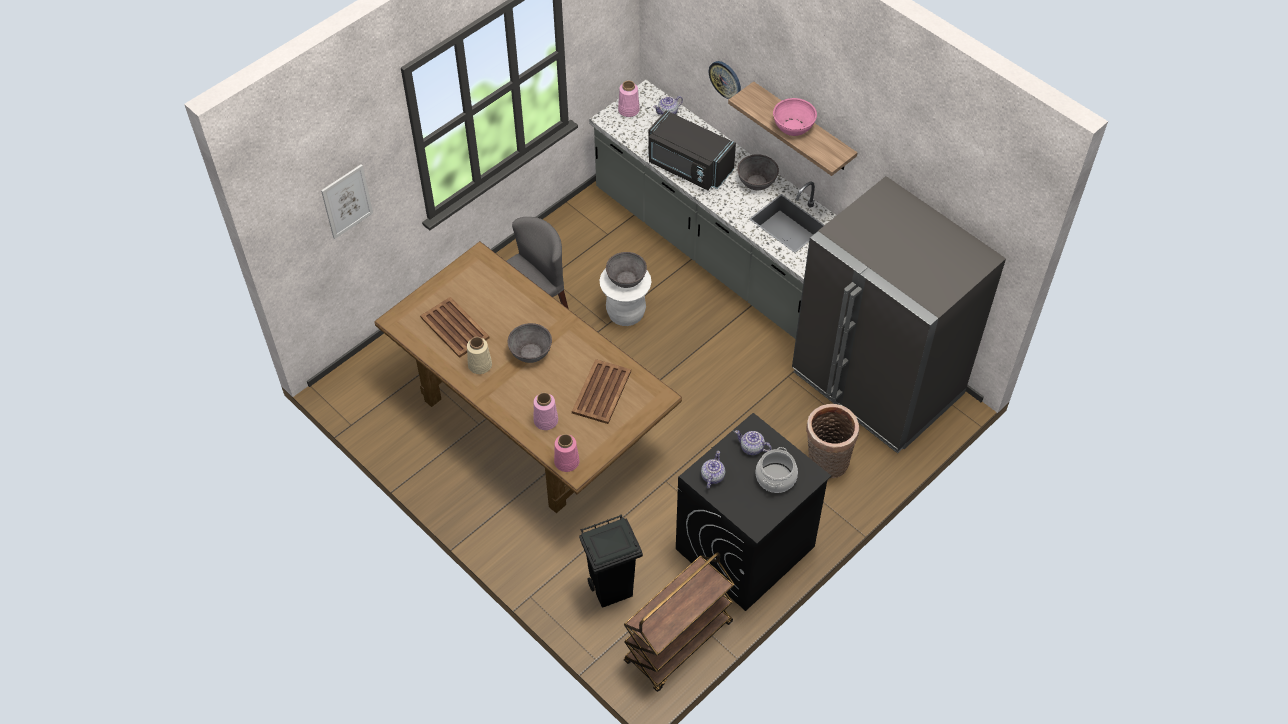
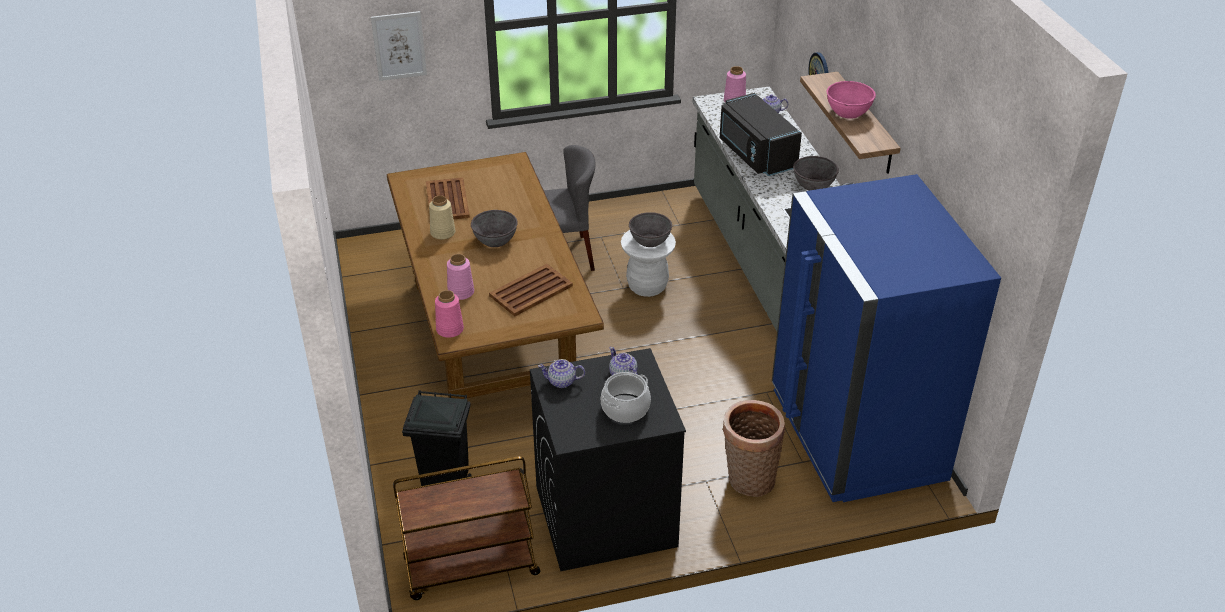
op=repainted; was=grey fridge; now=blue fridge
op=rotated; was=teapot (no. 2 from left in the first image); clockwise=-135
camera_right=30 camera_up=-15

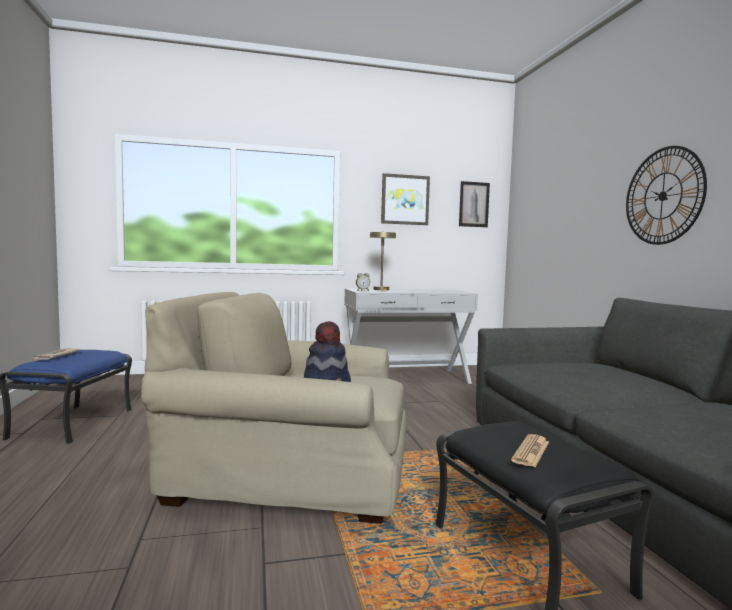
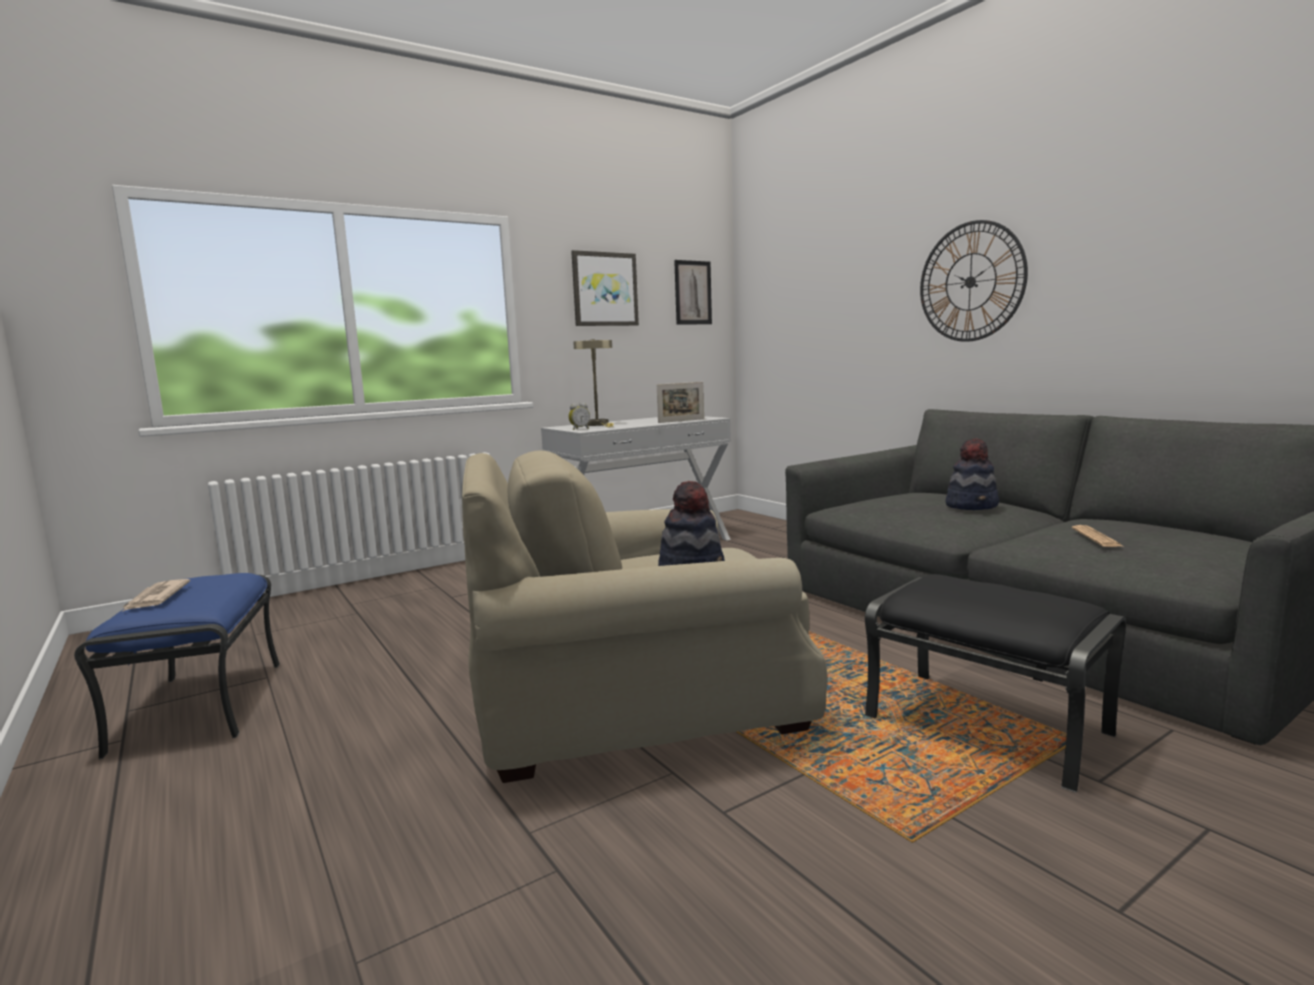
op=shifted; was=newspaper (no. 2 from left)
op=new; now=picture frame
op=new; now=hat (no. 2 from left)
camera_right=-20 camera_up=5

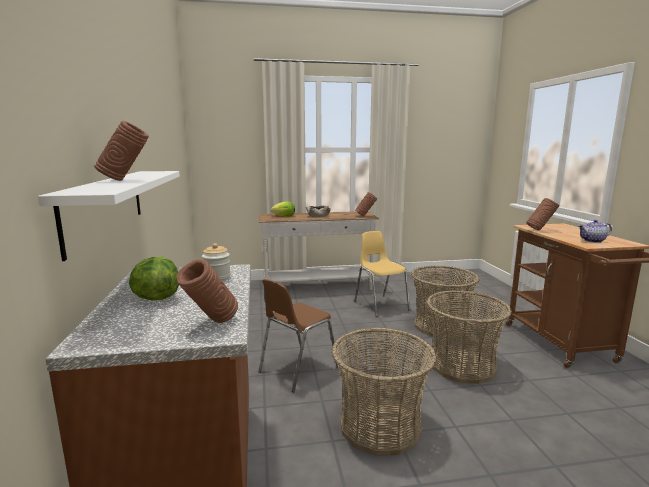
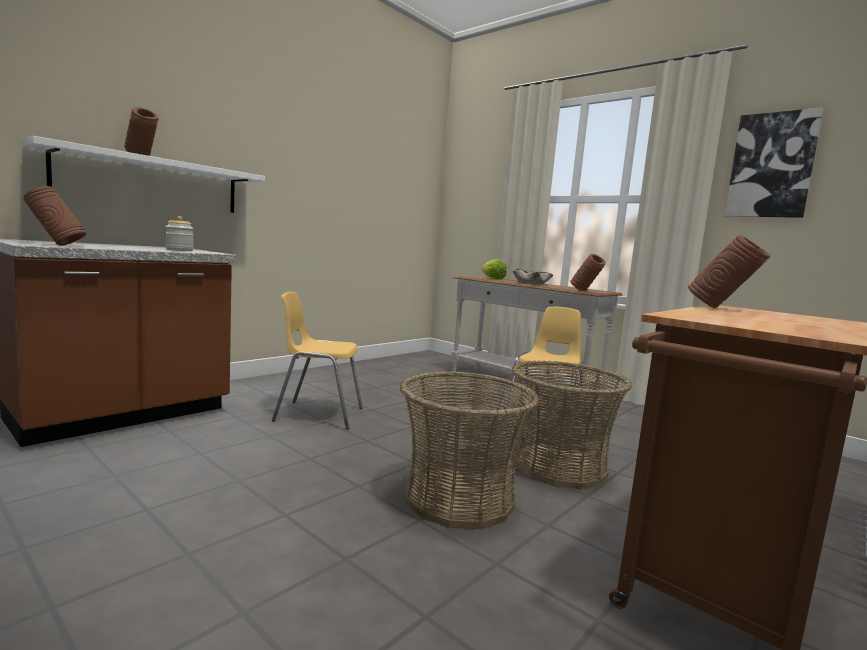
op=gone; was=teapot
op=gone; was=lettuce (no. 1 from left)
op=repainted; was=brown chair; now=yellow chair (no. 1 from left)
op=gone; was=basket (no. 1 from left)
op=new; now=picture
camera_right=50 camera_up=-5

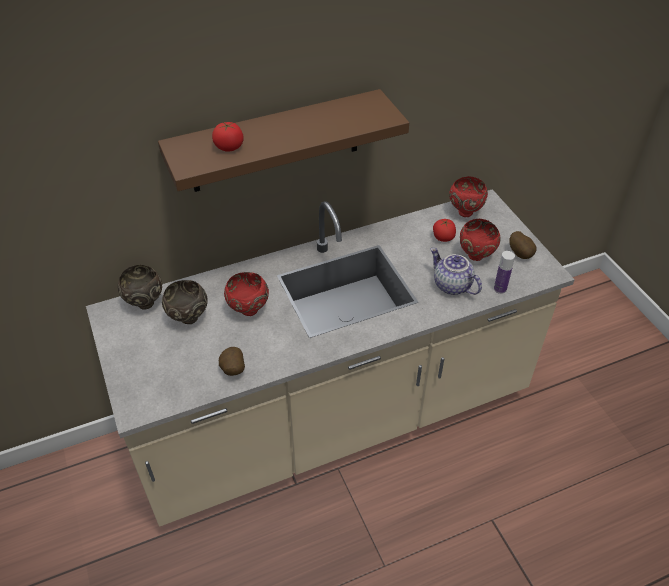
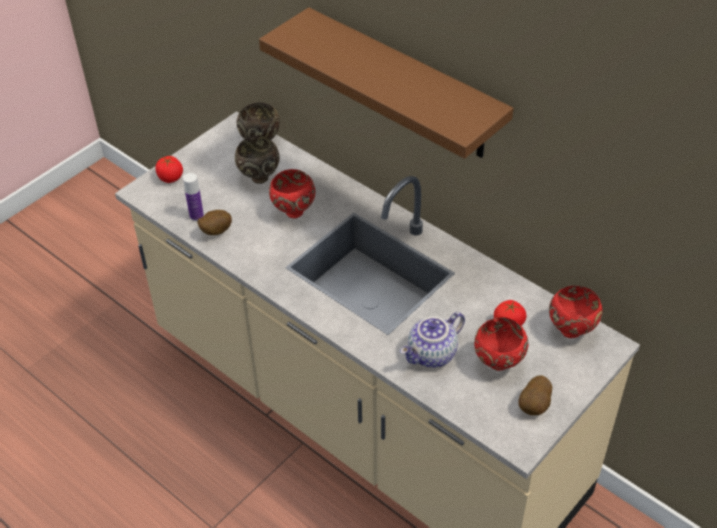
op=shifted; was=tomato (no. 1 from left)
op=rotated; was=teapot; clockwise=-150
op=shifted; was=bottle
camera_right=65 camera_up=0

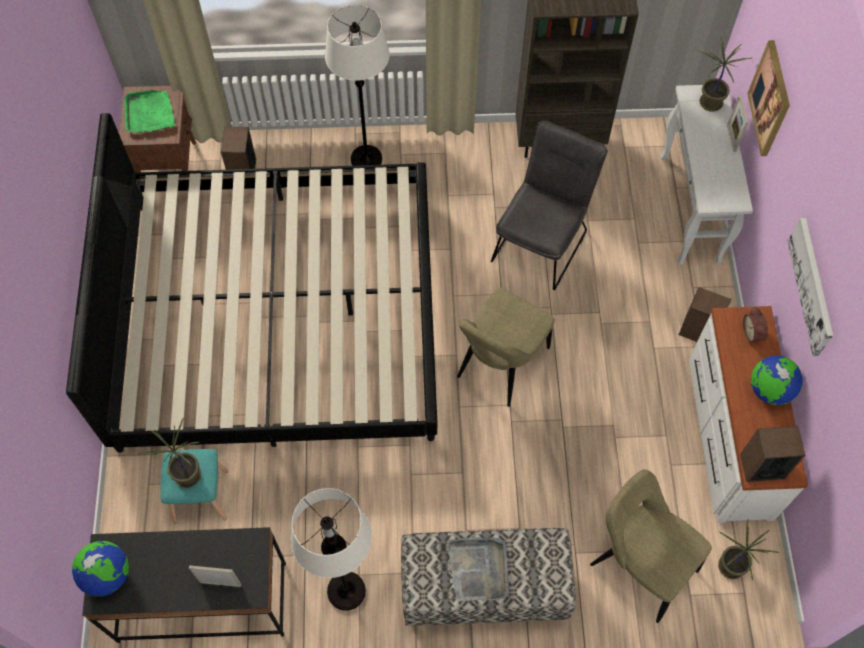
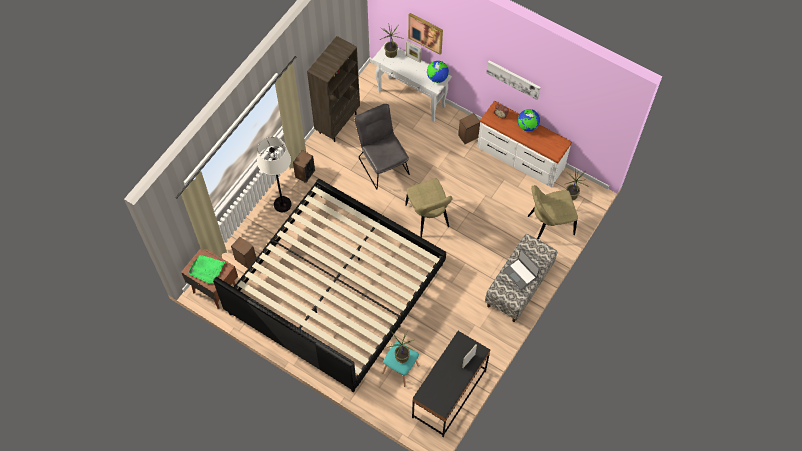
op=shifted; was=speaker (no. 3 from left in the first image); now=speaker (no. 2 from left)
op=gone; was=white floor lamp (no. 1 from left)
op=swapped; was=grey tray; now=laptop
op=shifted; was=globe (no. 1 from left)
camera_right=-55 camera_up=0

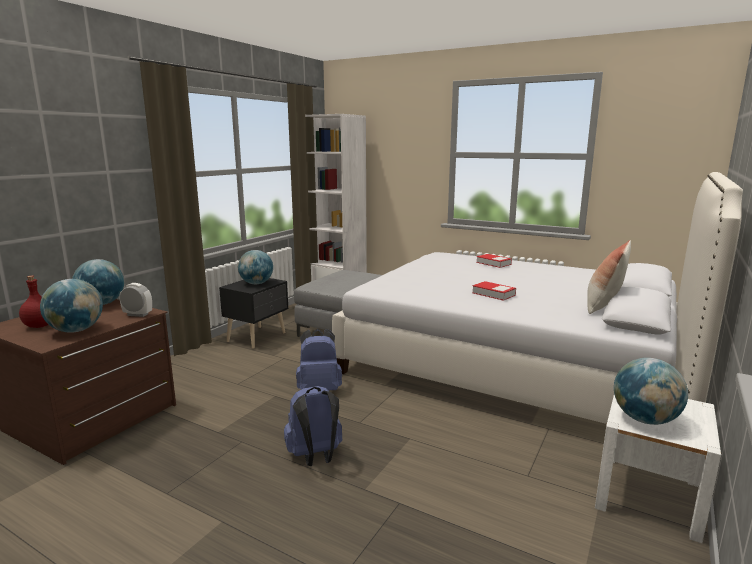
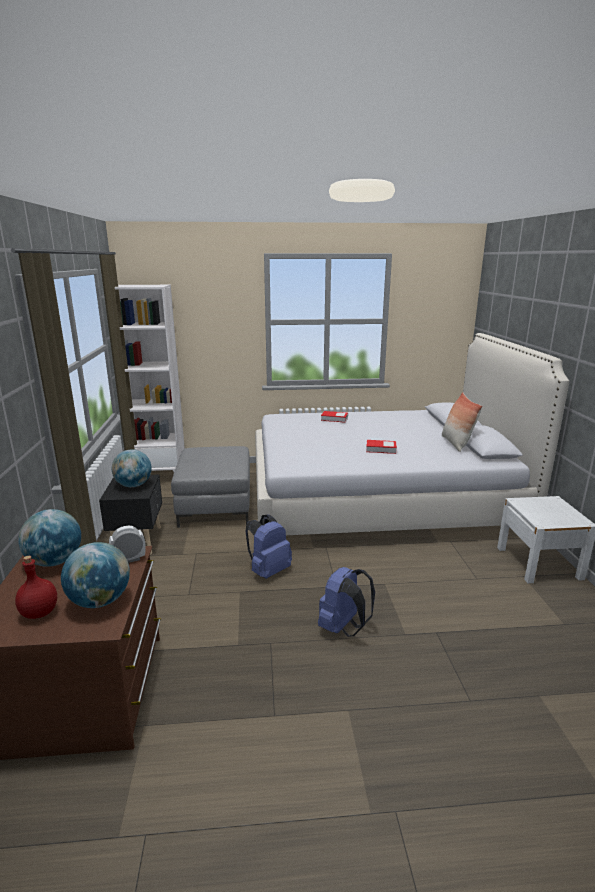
op=gone; was=globe (no. 4 from left)
camera_right=-35 camera_up=5

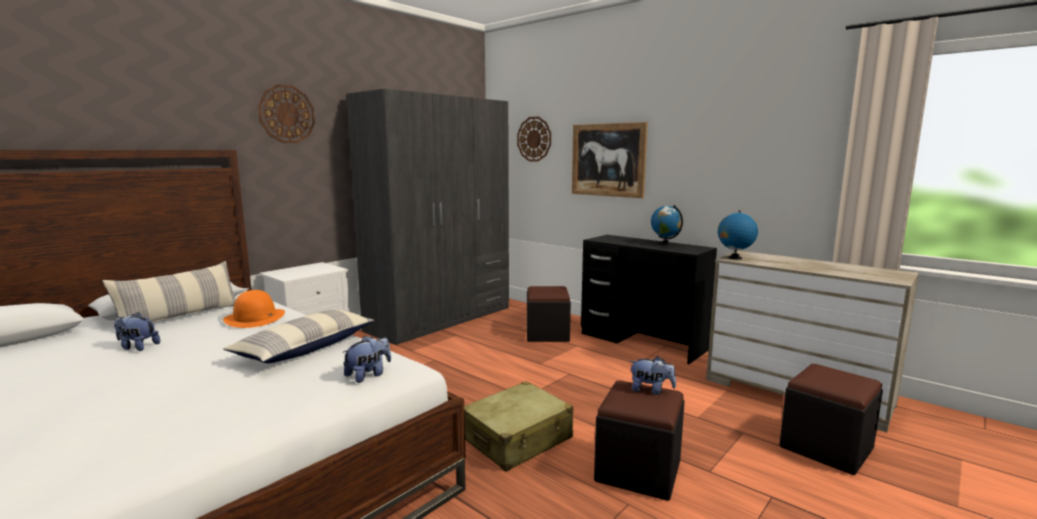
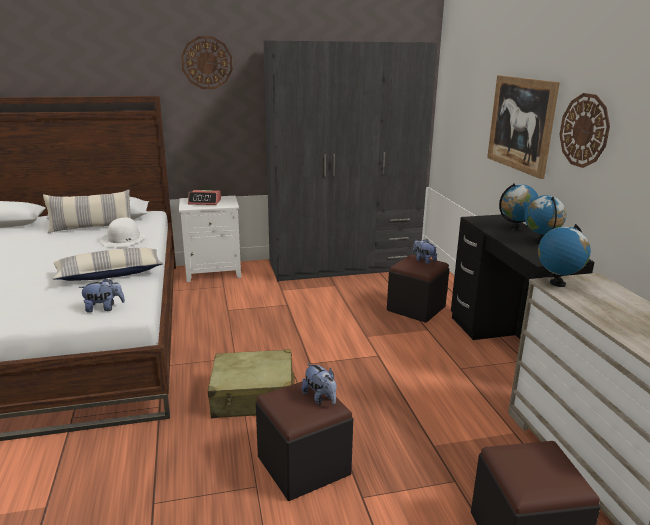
op=shifted; was=wall clock (no. 2 from left)
op=repainted; was=orange hat; now=white hat
op=shifted; was=plush toy (no. 1 from left in the first image); now=plush toy (no. 3 from left)
op=new; now=globe (no. 1 from left)
op=new; now=alarm clock
camera_right=35 camera_up=10

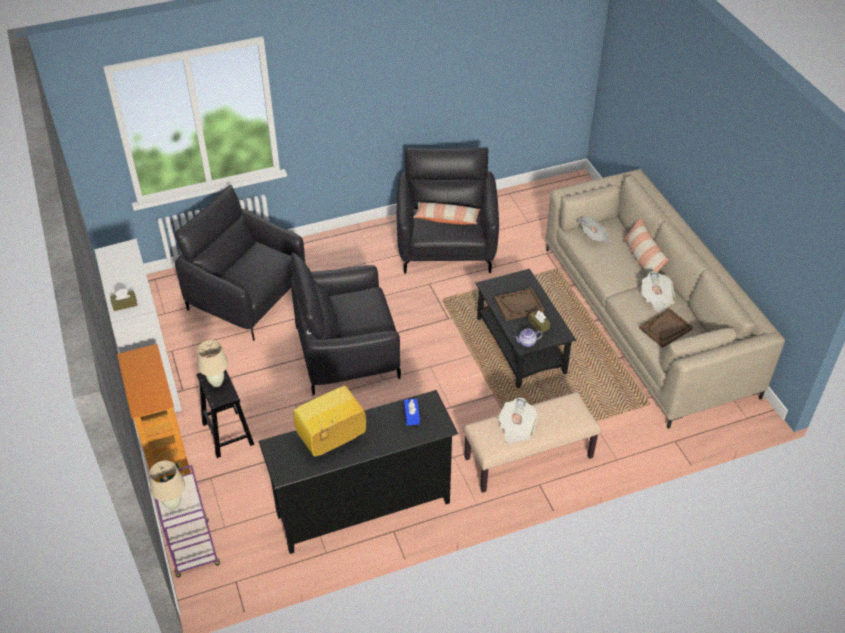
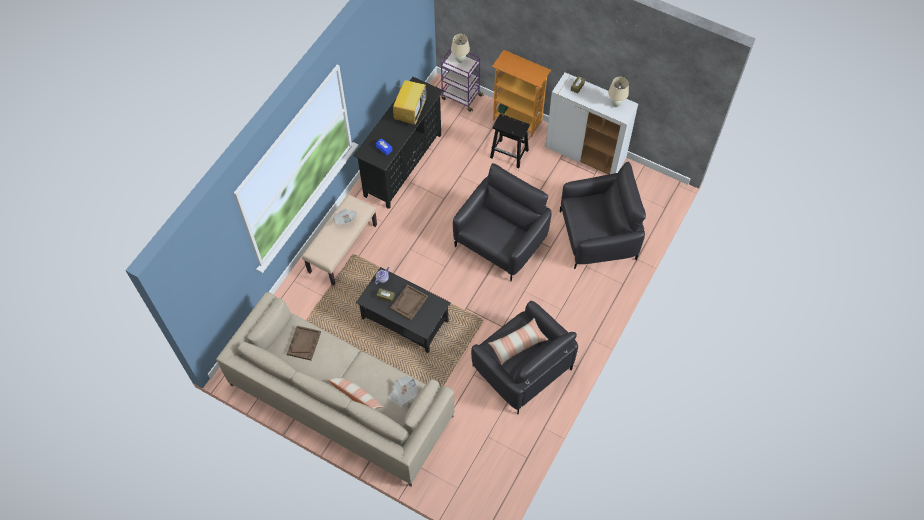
op=gone; was=newspaper (no. 3 from left)
op=shifted; was=beige table lamp (no. 2 from left)
camera_right=140 camera_up=15

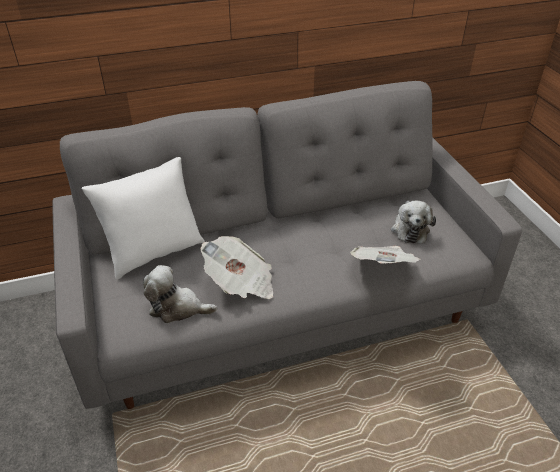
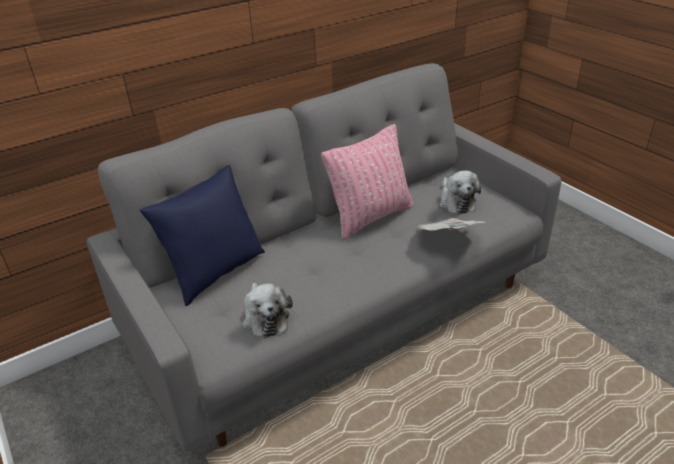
op=repainted; was=white pillow; now=blue pillow
op=gone; was=newspaper (no. 1 from left)
op=rotated; was=plush toy (no. 1 from left); clockwise=-105
op=new; now=pink pillow
camera_right=-15 camera_up=-5

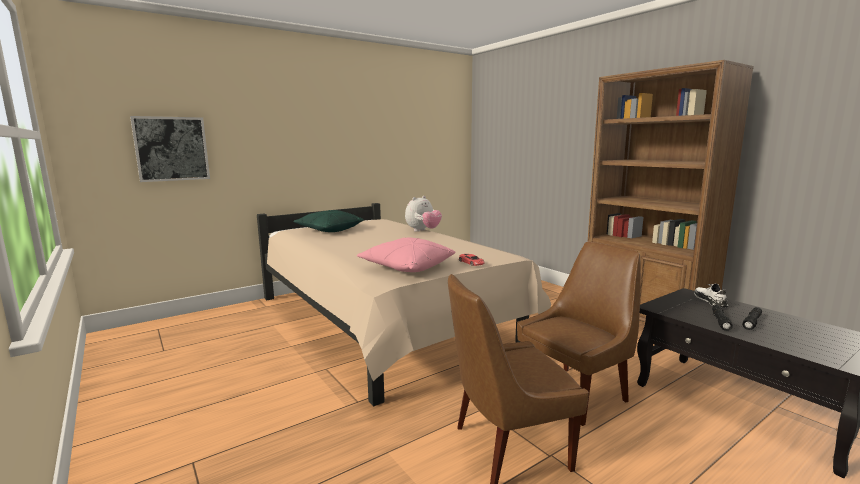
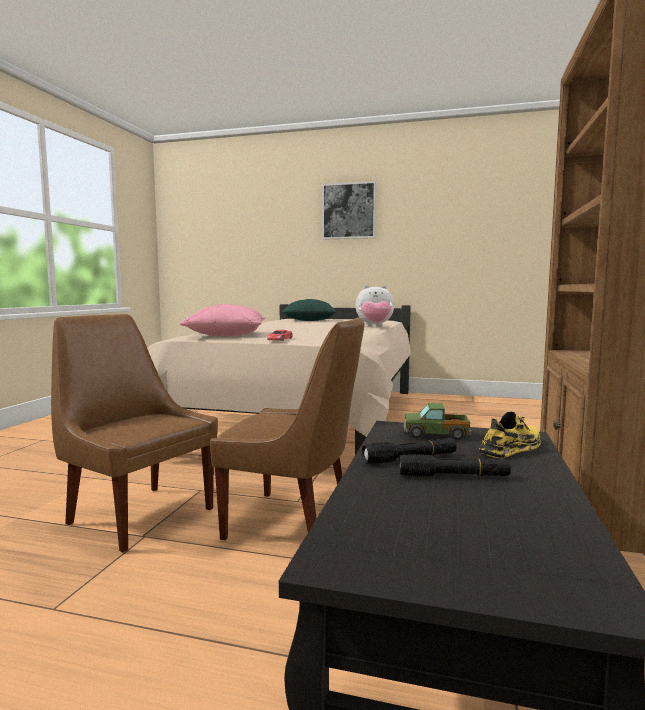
op=shifted; was=picture
op=repainted; was=white shoe; now=yellow shoe
op=new; now=toy truck
camera_right=50 camera_up=-5

